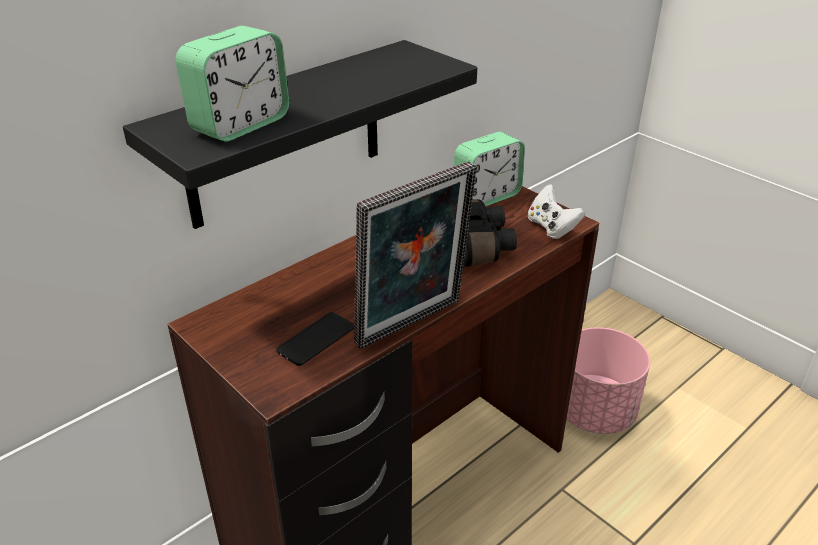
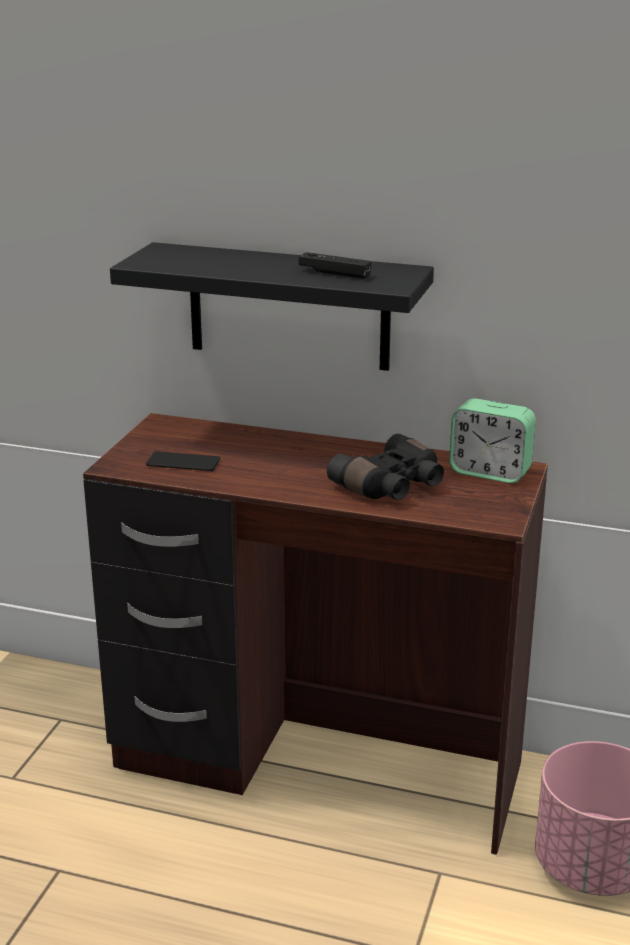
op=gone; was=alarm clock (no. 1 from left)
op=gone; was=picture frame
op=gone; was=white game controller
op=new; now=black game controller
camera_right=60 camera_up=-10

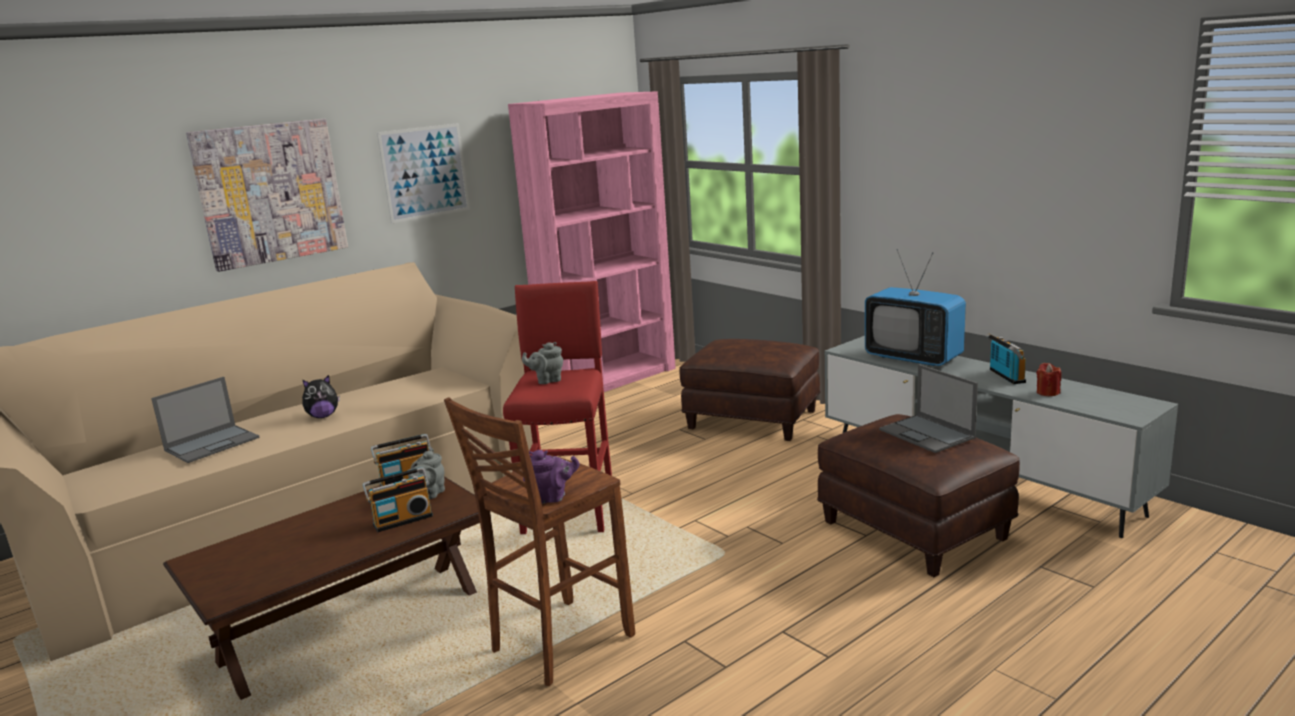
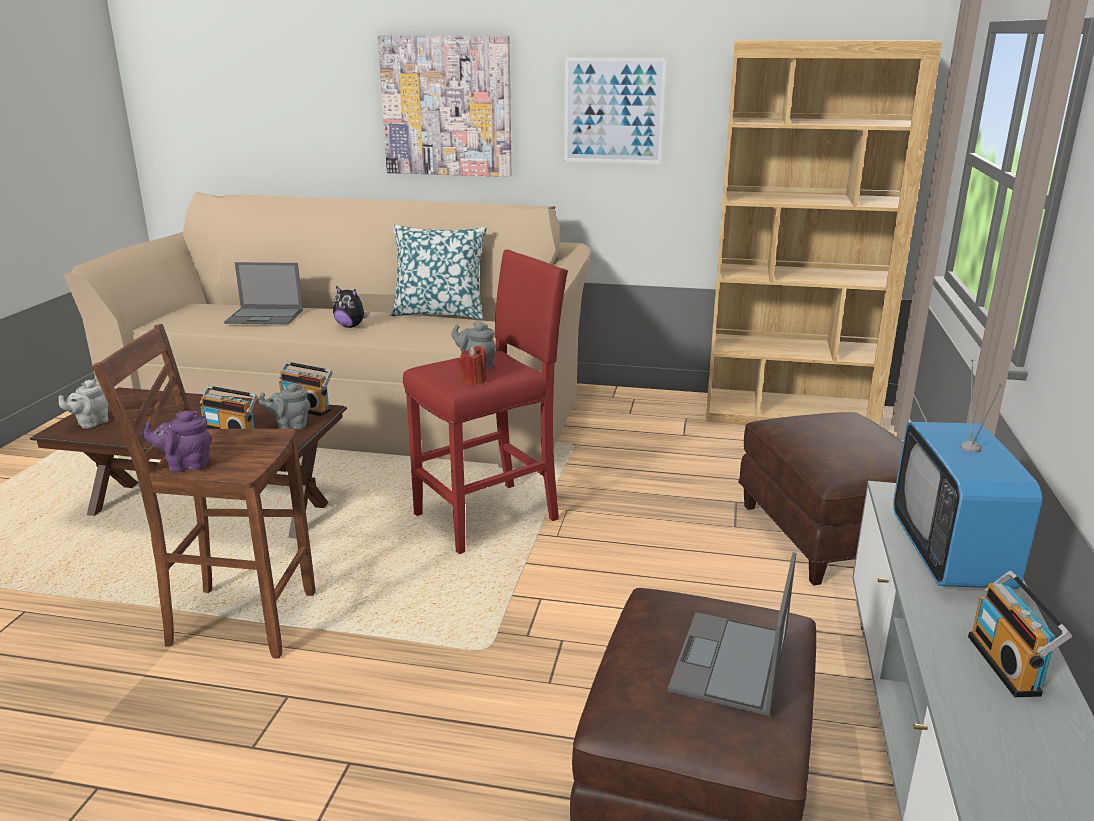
op=repainted; was=pink bookcase; now=brown bookcase
op=rotated; was=radio (no. 3 from left); clockwise=135
op=shifted; was=red candle
op=rotated; was=purple teapot; clockwise=120
op=new; now=pillow
op=new; now=grey teapot (no. 1 from left)
camera_right=50 camera_up=5

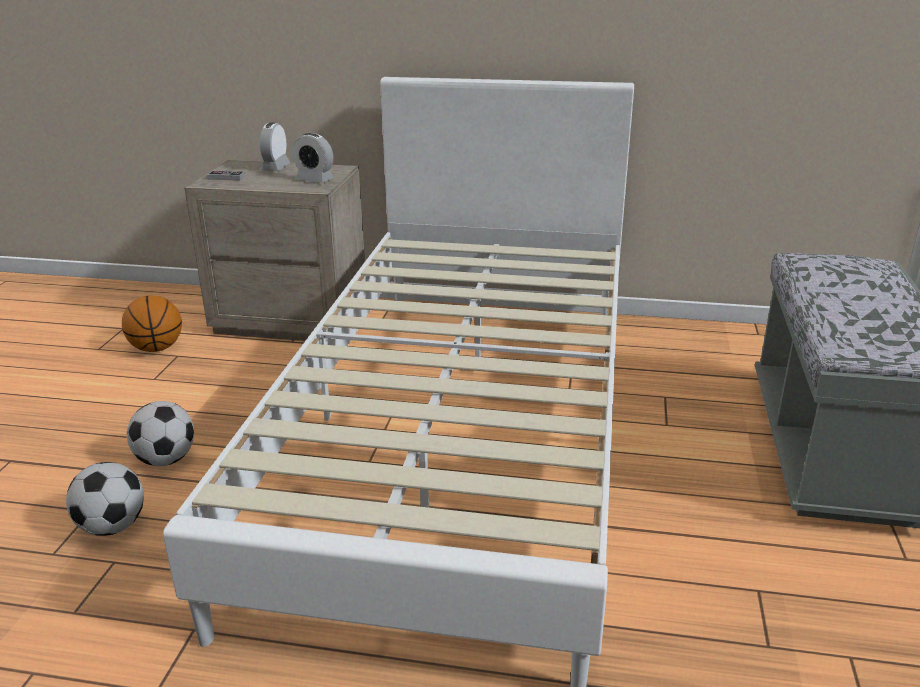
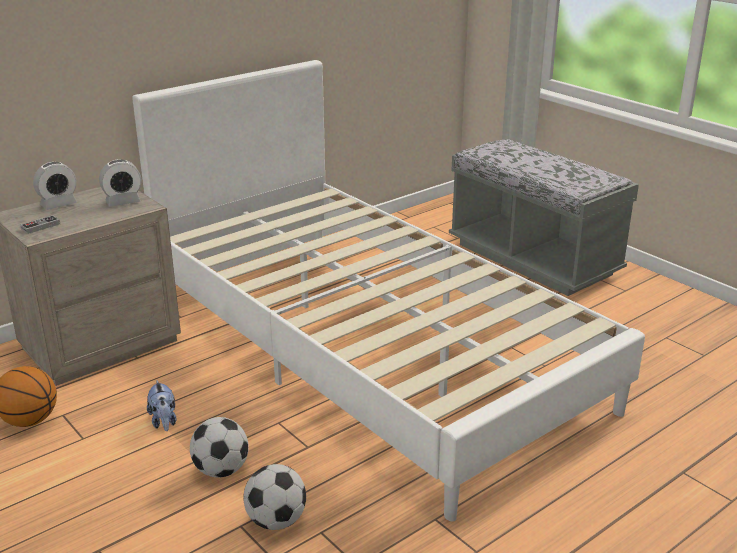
op=rotated; was=alarm clock (no. 1 from left); clockwise=-90
op=new; now=plush toy
camera_right=-50 camera_up=0

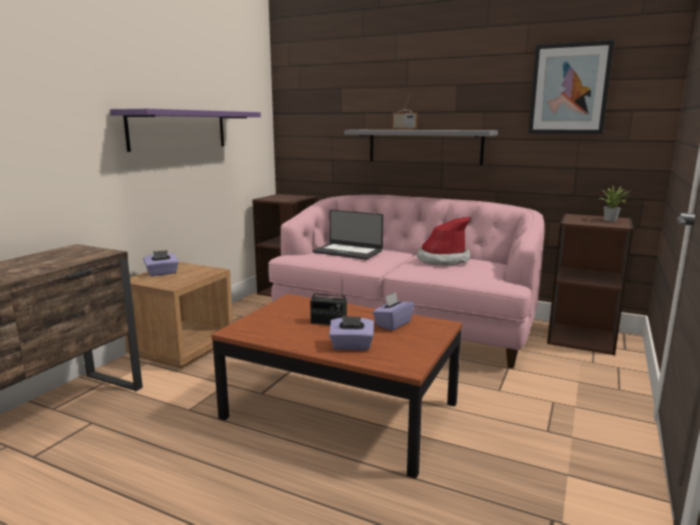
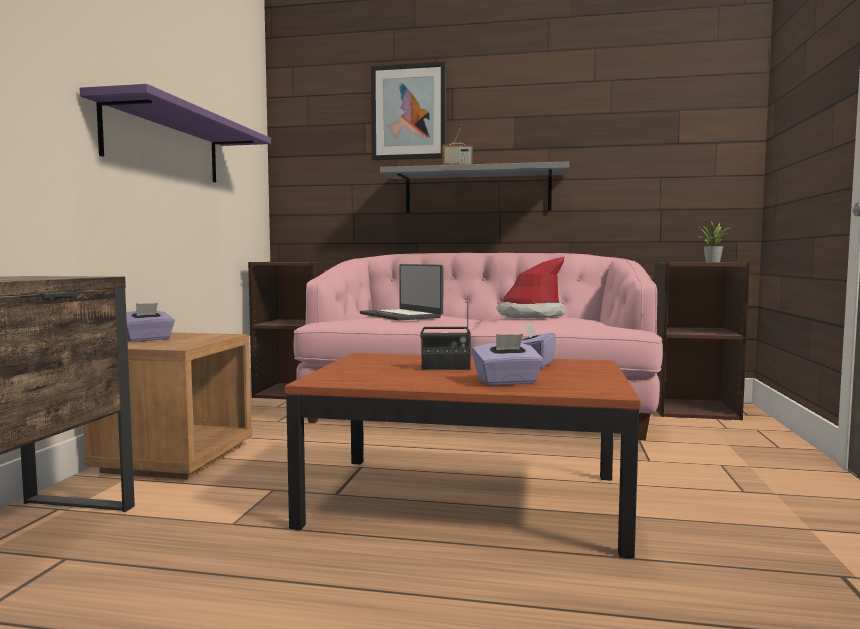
op=shifted; was=picture
op=rotated; was=laptop; clockwise=45
camera_right=-15 camera_up=-10

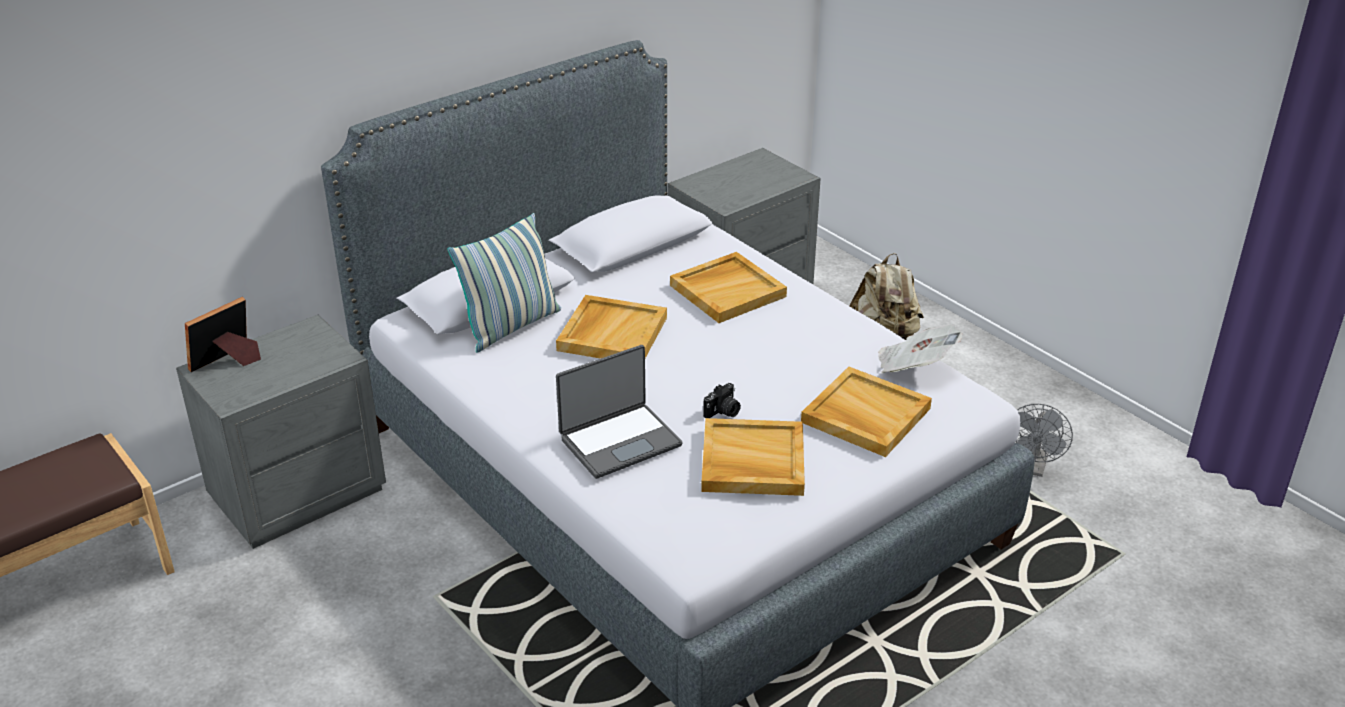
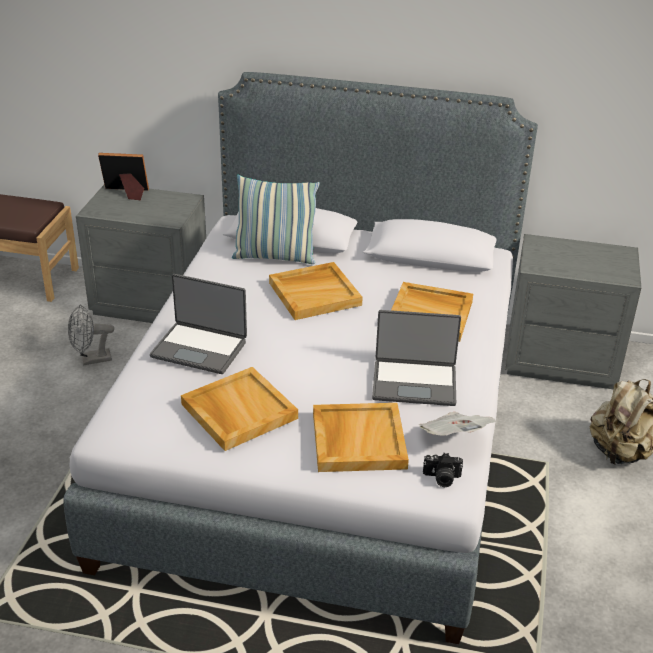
op=shifted; was=photo camera
op=shifted; was=grey fan
op=new; now=laptop (no. 2 from left)
camera_right=50 camera_up=0

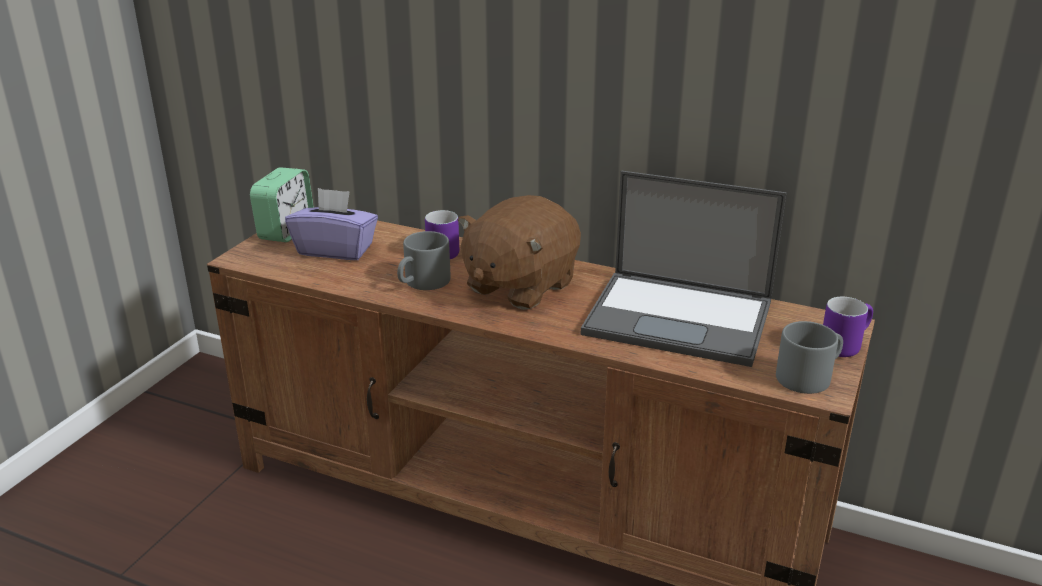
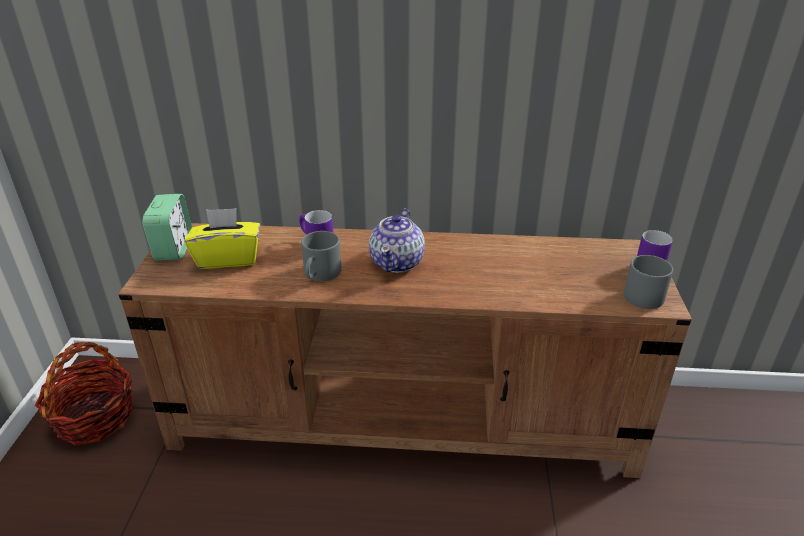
op=gone; was=laptop
op=repainted; was=purple tissue box; now=yellow tissue box
op=swapped; was=brown plush toy; now=teapot
op=new; now=basket
camera_right=-20 camera_up=5

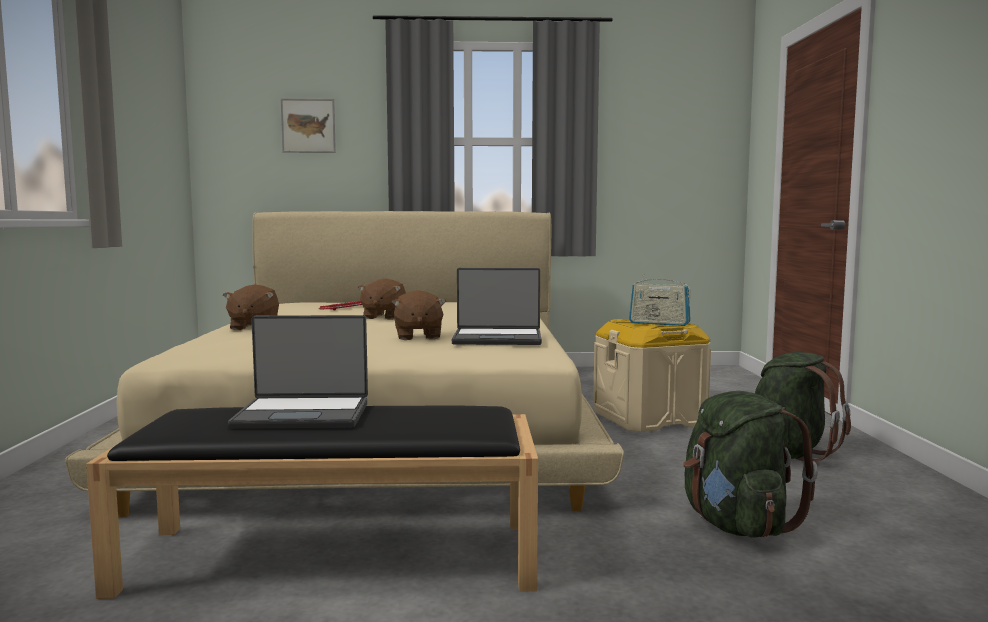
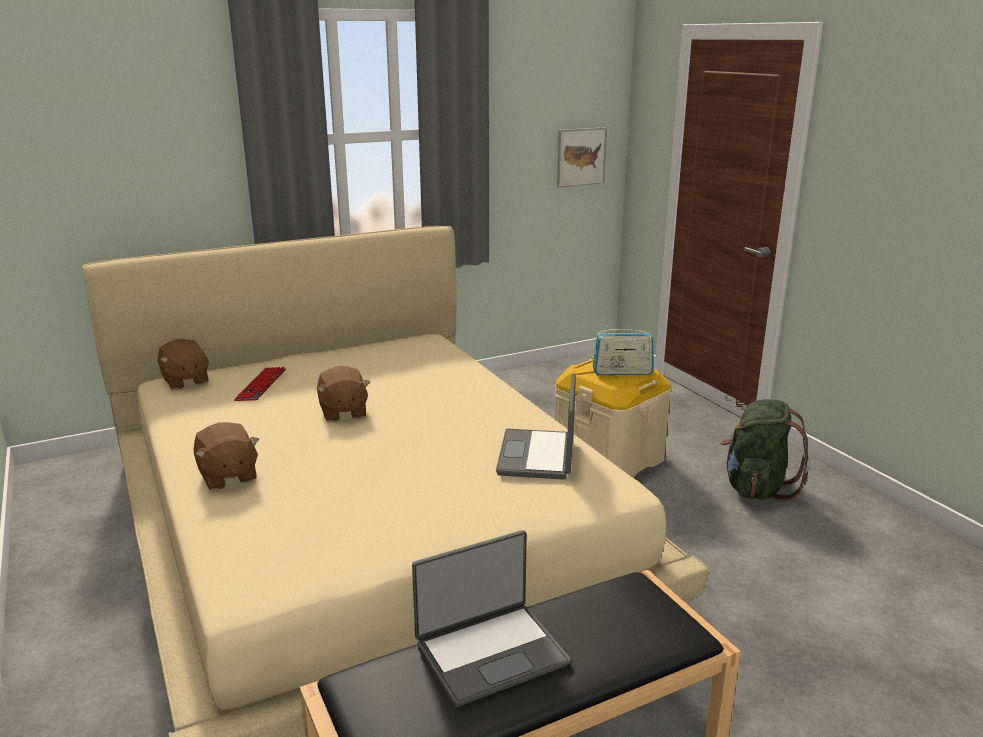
op=shifted; was=picture
op=rotated; was=laptop (no. 2 from left); clockwise=120
op=shifted; was=brown plush toy (no. 3 from left in the first image); now=brown plush toy (no. 1 from left)
op=gone; was=green backpack (no. 1 from left)
camera_right=-25 camera_up=15

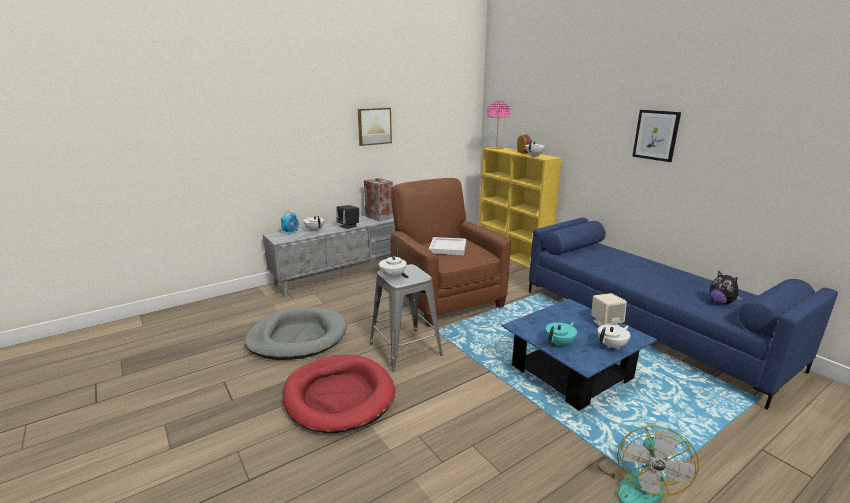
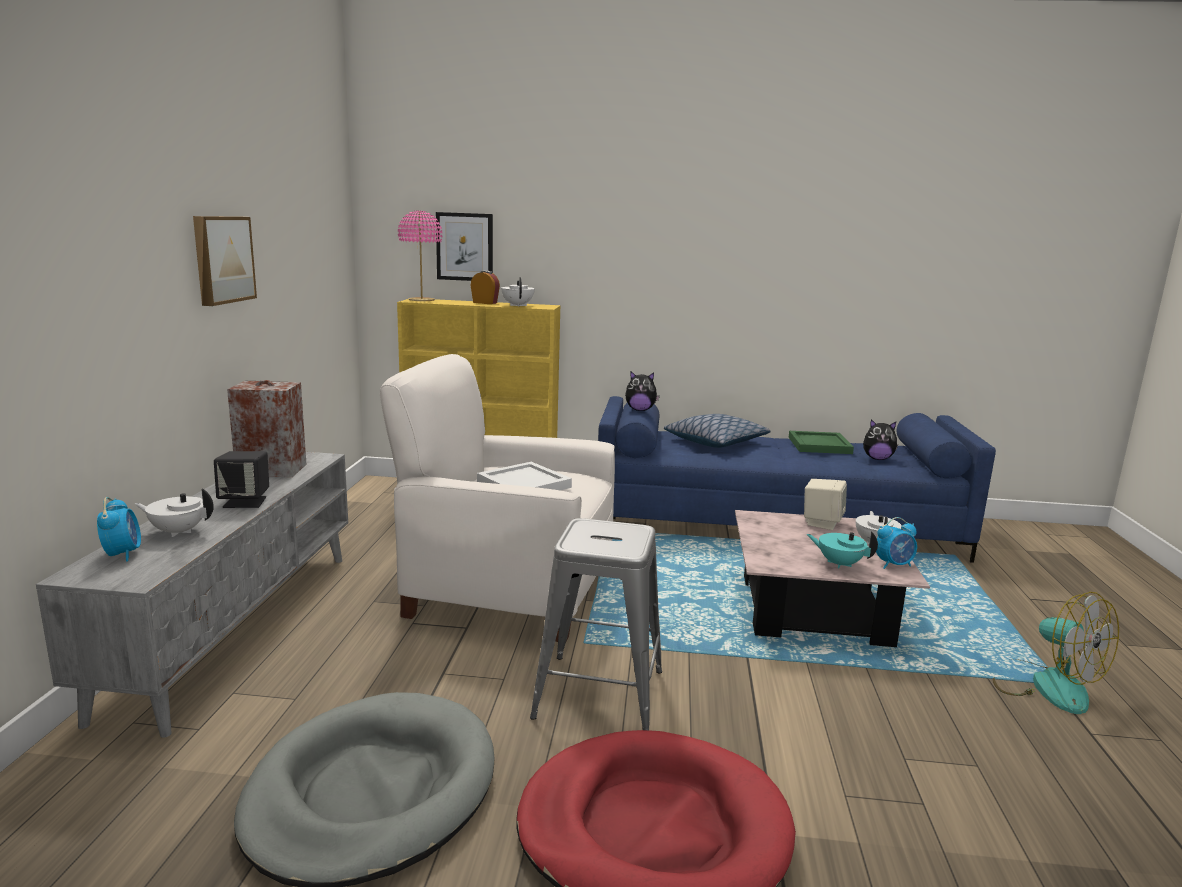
op=shifted; was=picture (no. 2 from left)
op=repainted; was=brown armchair; now=white armchair
op=gone; was=white teapot (no. 2 from left)
op=repainted; was=blue coffee table; now=pink coffee table
op=rotated; was=turquoise teapot; clockwise=-60
op=new; now=plush toy (no. 1 from left)
op=new; now=pillow
op=new; now=green tray
op=new; now=alarm clock (no. 3 from left)
camera_right=-50 camera_up=-5

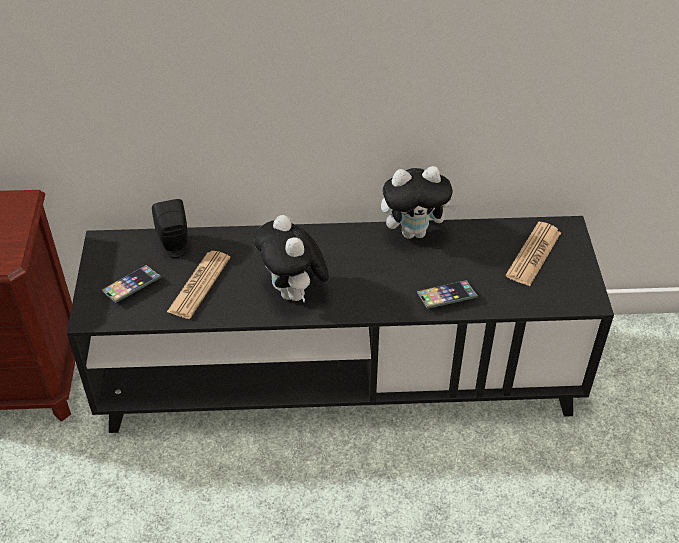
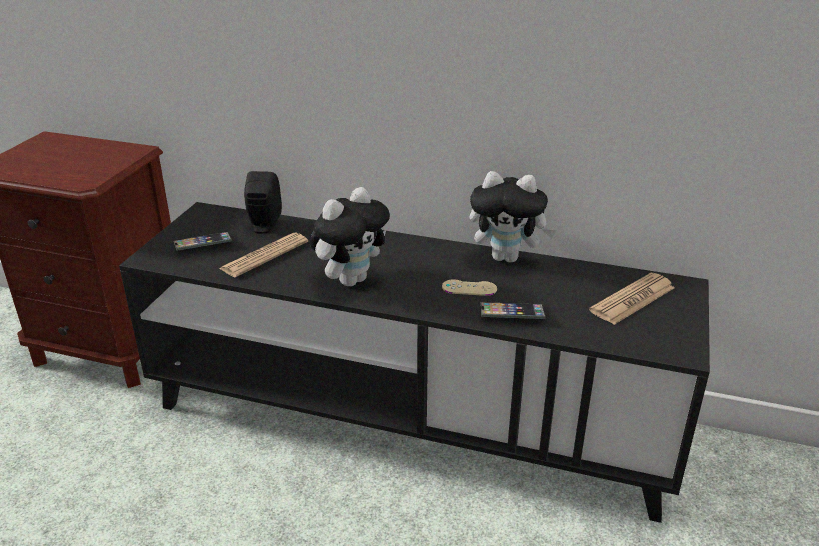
op=rotated; was=plush toy (no. 1 from left); clockwise=-135
op=new; now=beige game controller
camera_right=20 camera_up=-15

